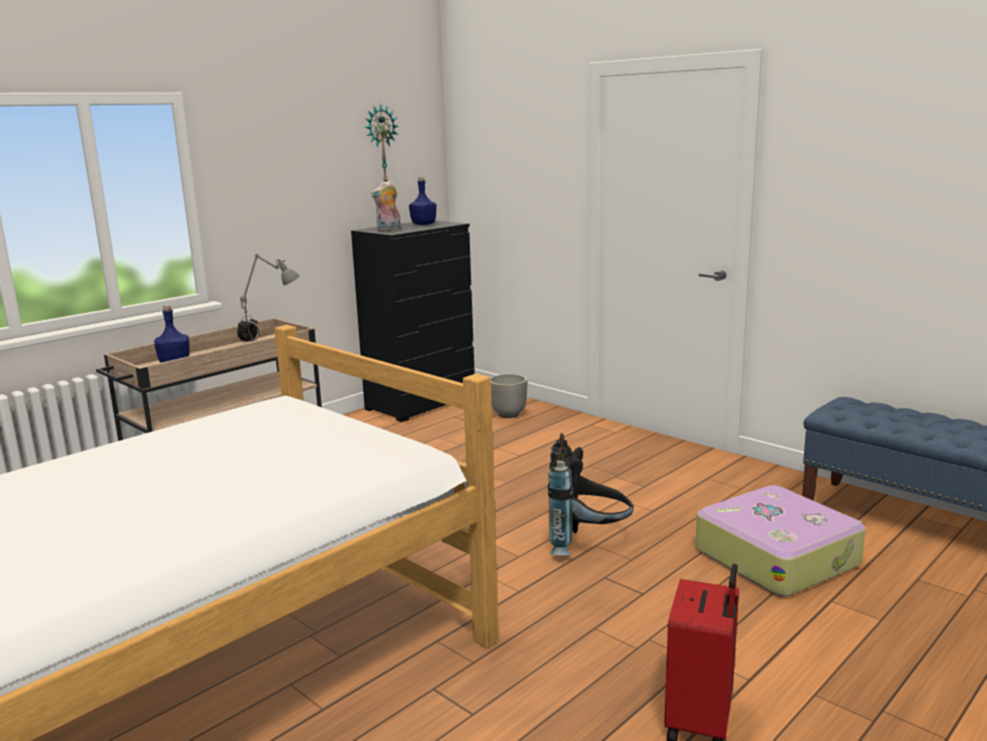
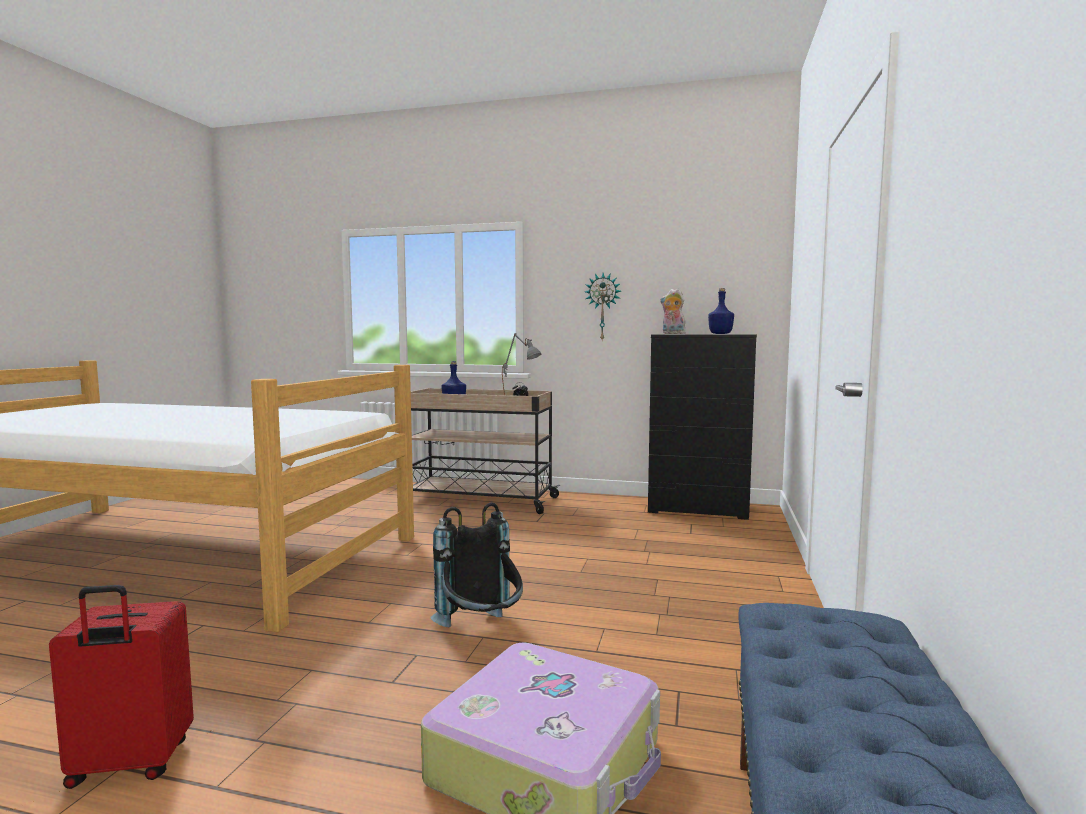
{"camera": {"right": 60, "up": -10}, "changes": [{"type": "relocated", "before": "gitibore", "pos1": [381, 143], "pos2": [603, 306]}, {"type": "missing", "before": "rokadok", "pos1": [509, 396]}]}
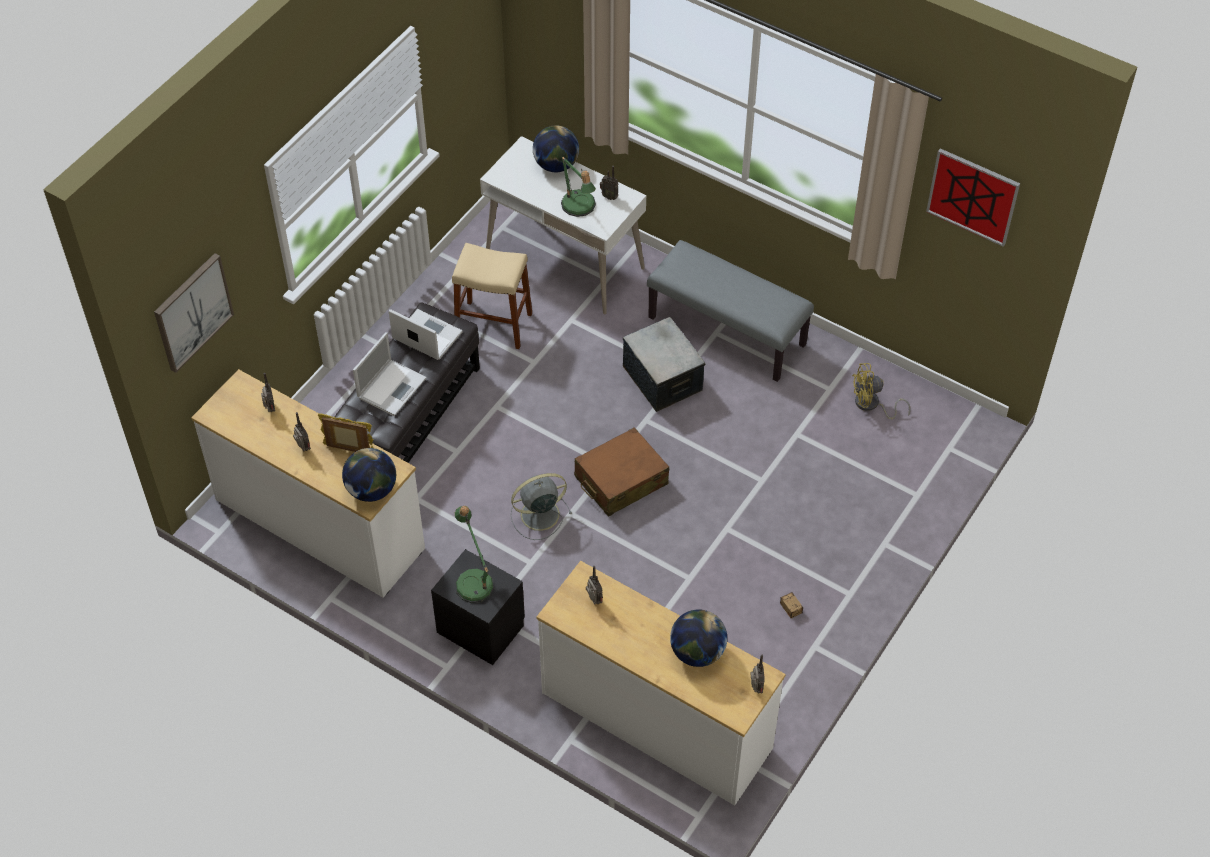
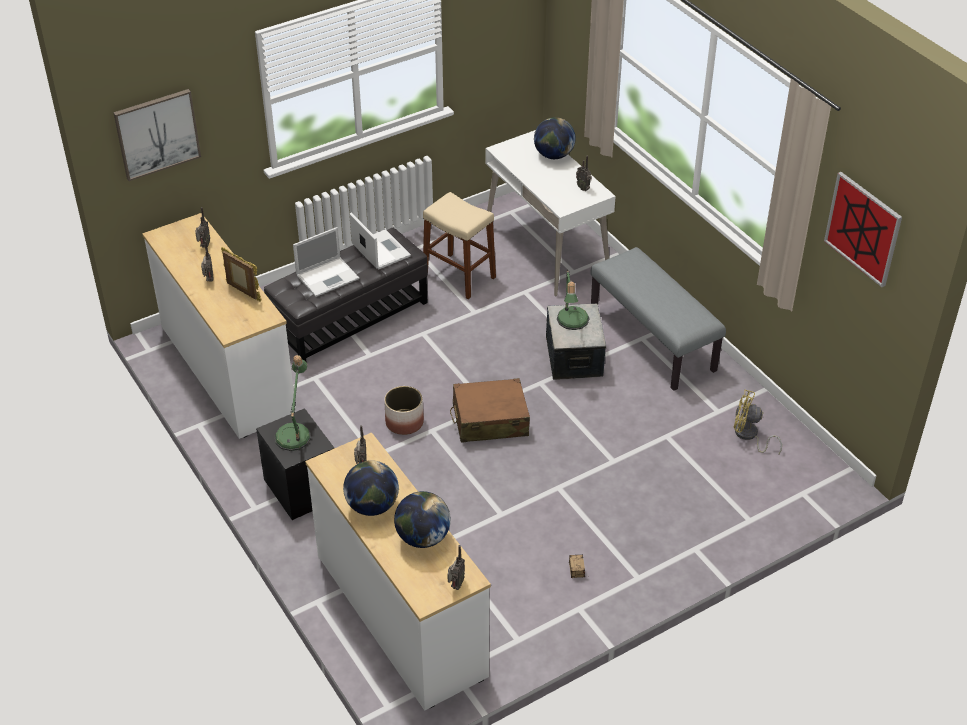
{"camera": {"right": 25, "up": -10}, "changes": [{"type": "relocated", "before": "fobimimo", "pos1": [369, 475], "pos2": [371, 488]}, {"type": "exchanged", "before": "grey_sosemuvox", "after": "rokadok", "pos1": [541, 506], "pos2": [404, 410]}, {"type": "relocated", "before": "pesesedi", "pos1": [578, 186], "pos2": [573, 299]}]}
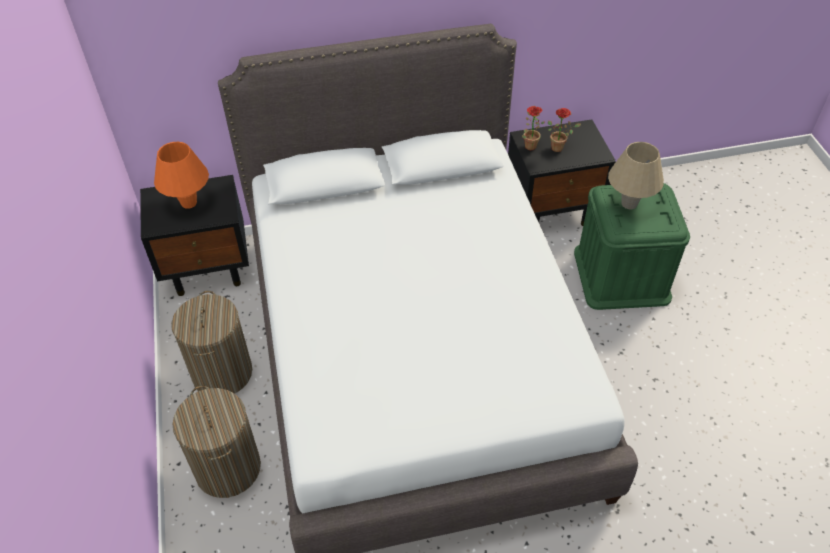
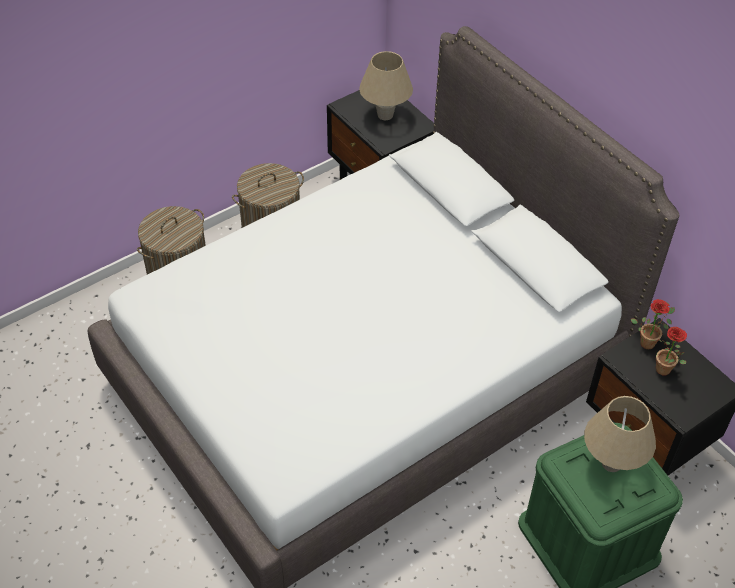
{"camera": {"right": 65, "up": 0}, "changes": [{"type": "colour", "before": "orange_pesesedi", "after": "beige_pesesedi", "pos1": [181, 175], "pos2": [386, 85]}]}
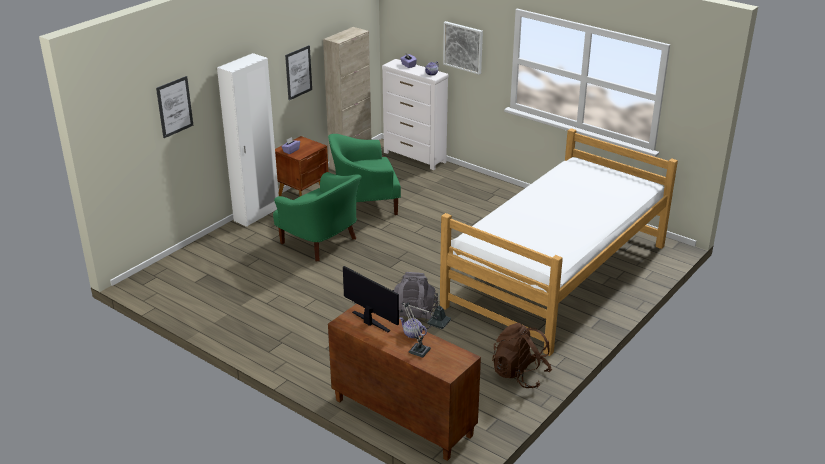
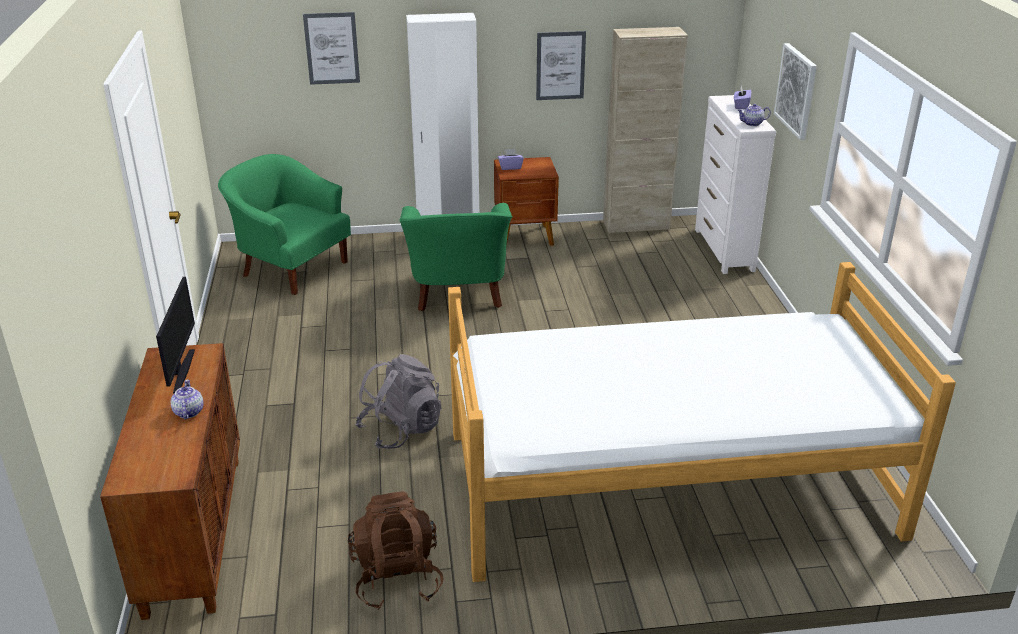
{"camera": {"right": 45, "up": 0}, "changes": [{"type": "relocated", "before": "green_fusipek", "pos1": [364, 174], "pos2": [284, 224]}, {"type": "missing", "before": "pesesedi", "pos1": [426, 330]}]}
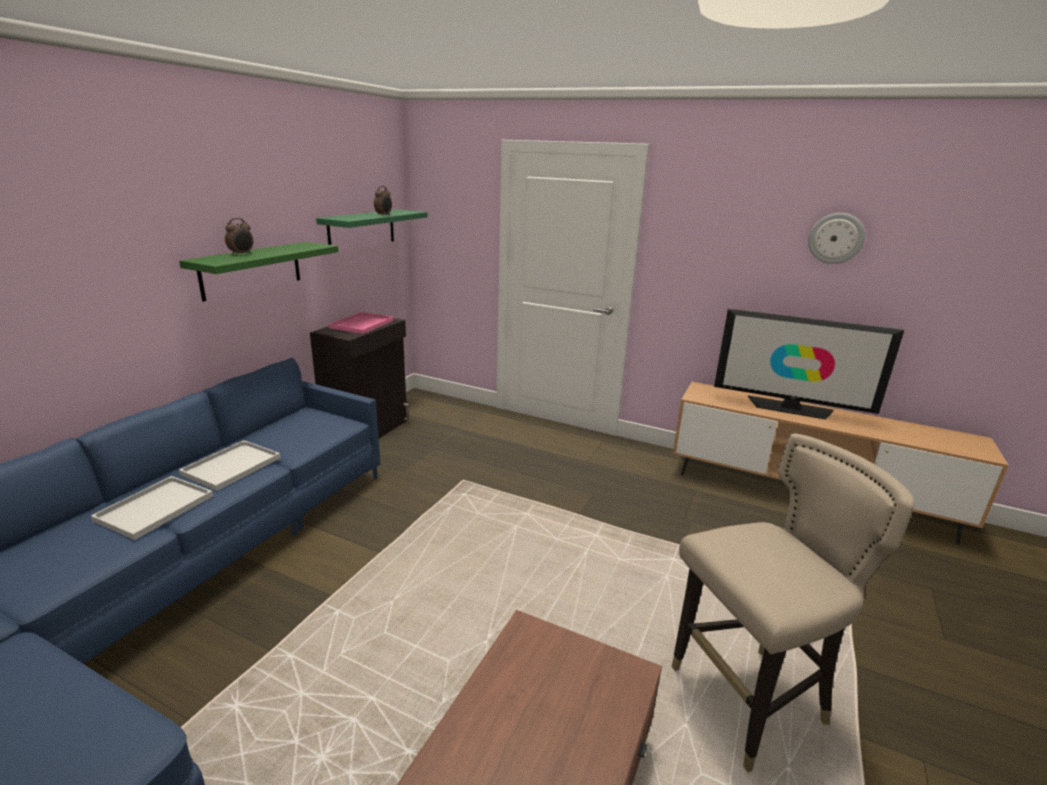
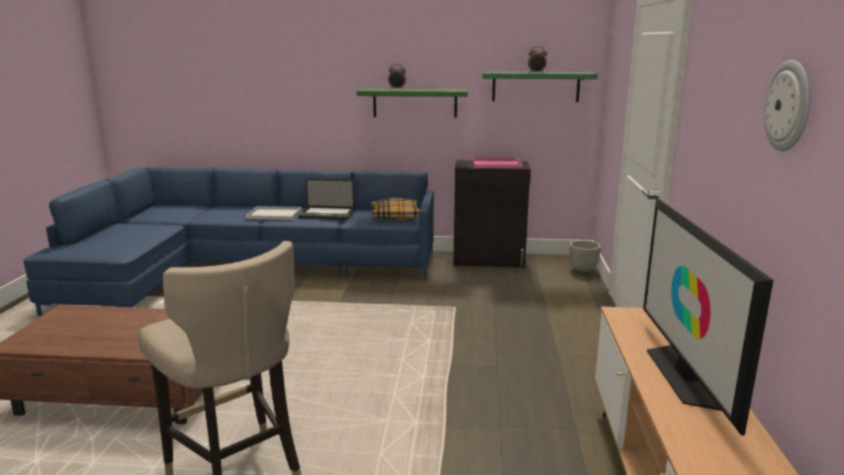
{"camera": {"right": 70, "up": -5}, "changes": [{"type": "exchanged", "before": "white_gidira", "after": "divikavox", "pos1": [230, 465], "pos2": [326, 199]}, {"type": "appeared", "after": "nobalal", "pos2": [395, 209]}, {"type": "appeared", "after": "grey_rokadok", "pos2": [585, 256]}]}
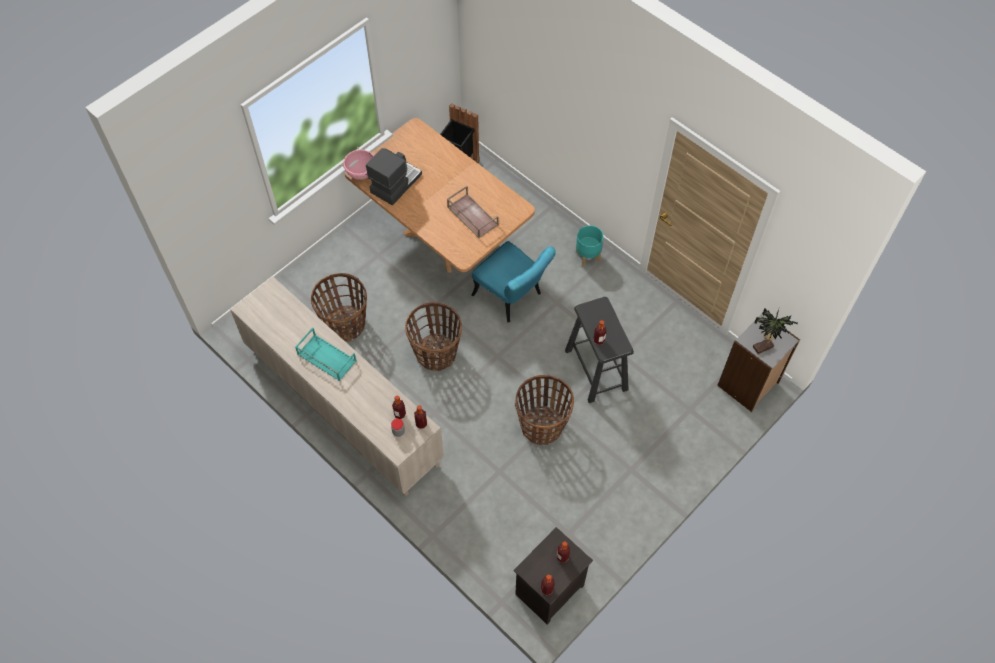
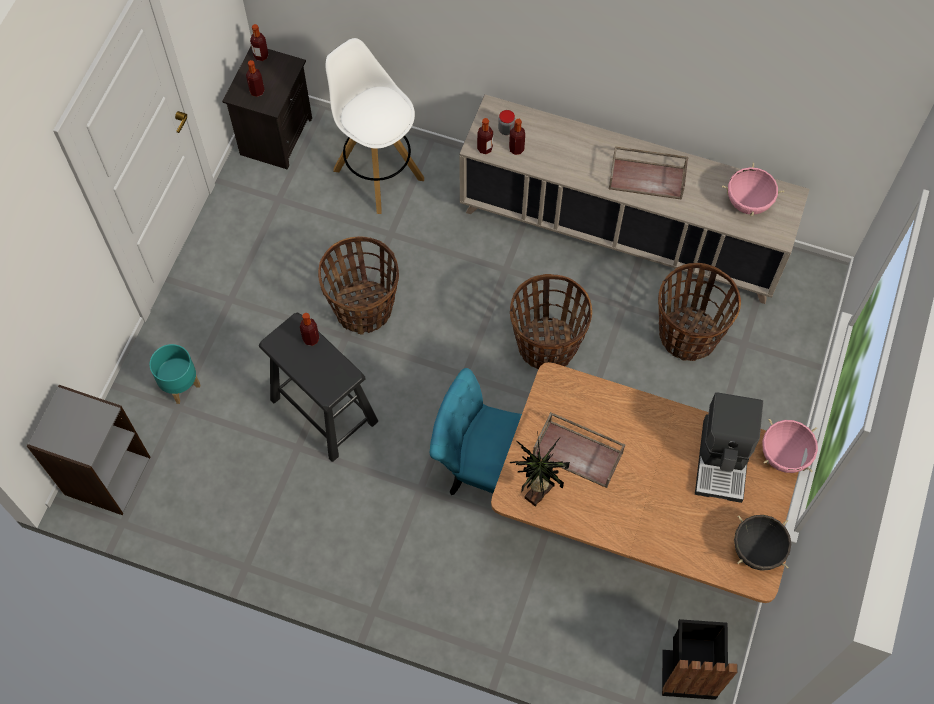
{"camera": {"right": 155, "up": 5}, "changes": [{"type": "colour", "before": "turquoise_gidira", "after": "brown_gidira", "pos1": [326, 354], "pos2": [648, 173]}, {"type": "relocated", "before": "turquoise_rokadok", "pos1": [590, 246], "pos2": [175, 374]}, {"type": "relocated", "before": "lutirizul", "pos1": [775, 331], "pos2": [540, 468]}, {"type": "appeared", "after": "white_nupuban", "pos2": [375, 126]}, {"type": "appeared", "after": "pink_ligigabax", "pos2": [753, 189]}, {"type": "appeared", "after": "black_ligigabax", "pos2": [762, 543]}]}
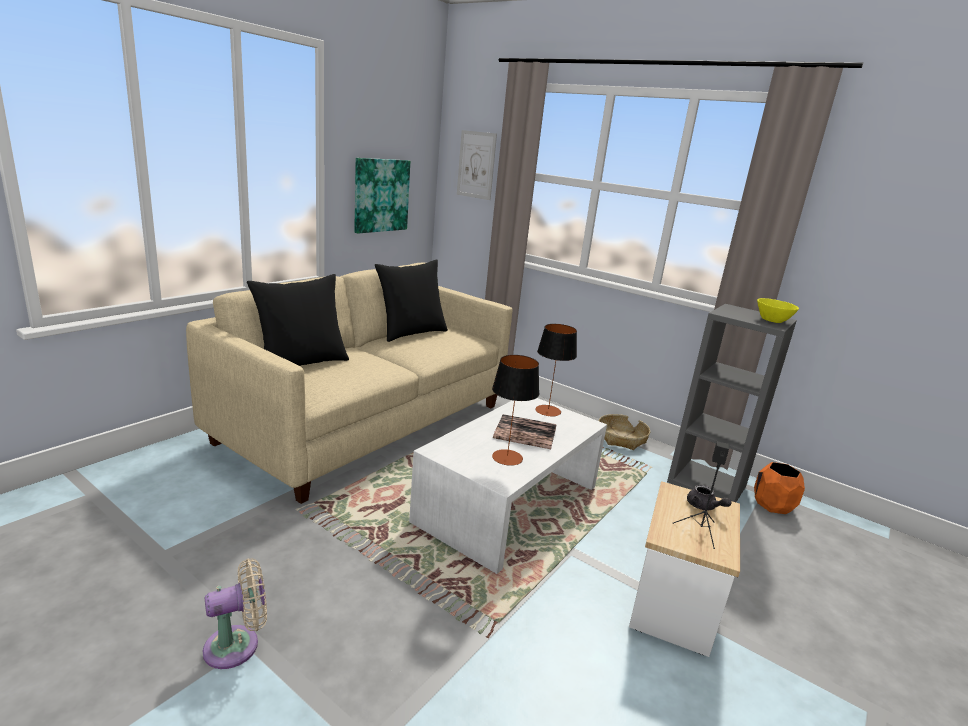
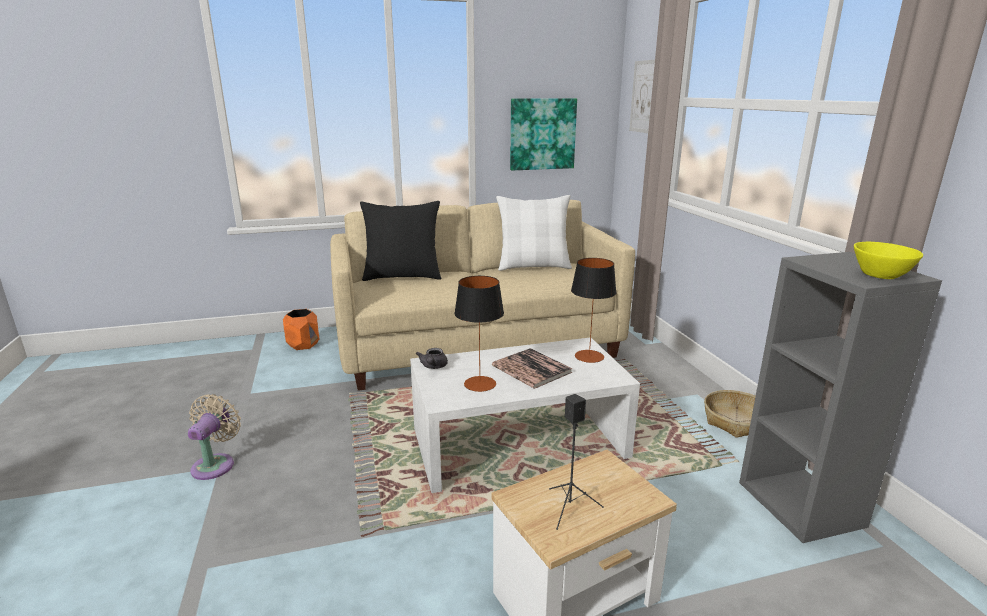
{"camera": {"right": 40, "up": 0}, "changes": [{"type": "spun", "before": "beige_sosemuvox", "pos1": [235, 613], "pos2": [214, 437], "turn": -90}, {"type": "colour", "before": "black_nobalal", "after": "white_nobalal", "pos1": [411, 300], "pos2": [534, 233]}, {"type": "relocated", "before": "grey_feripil", "pos1": [709, 498], "pos2": [432, 358]}, {"type": "relocated", "before": "orange_rokadok", "pos1": [779, 488], "pos2": [301, 329]}]}
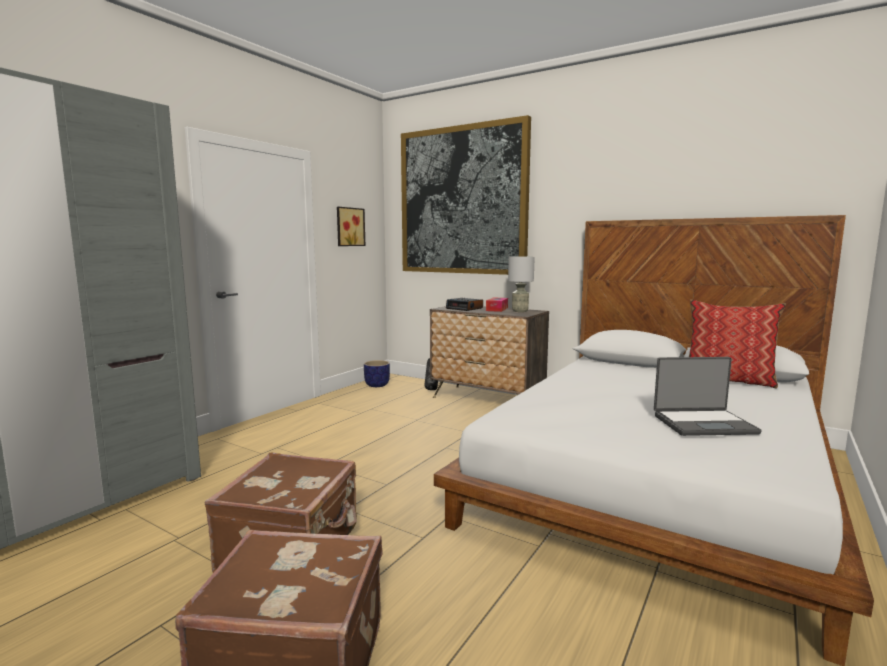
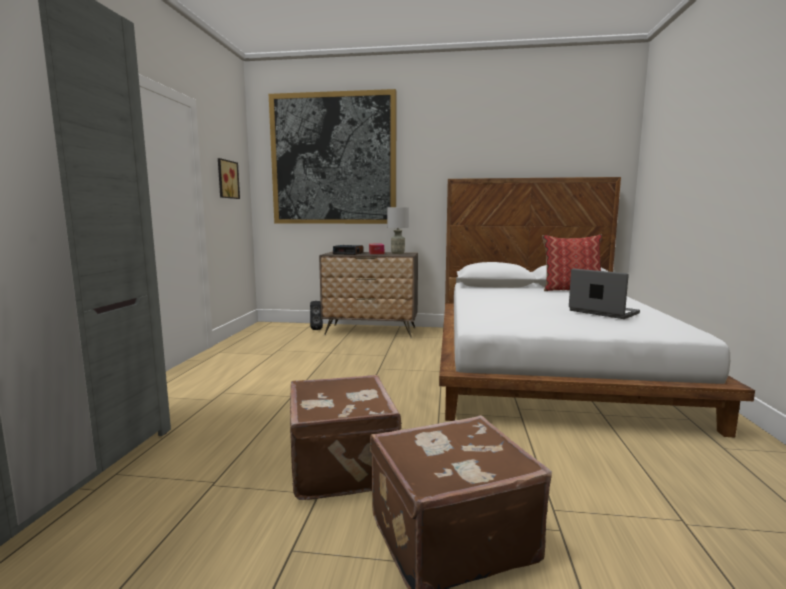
{"camera": {"right": -25, "up": 0}, "changes": [{"type": "missing", "before": "rokadok", "pos1": [377, 373]}, {"type": "spun", "before": "divikavox", "pos1": [708, 396], "pos2": [604, 294], "turn": -105}]}
